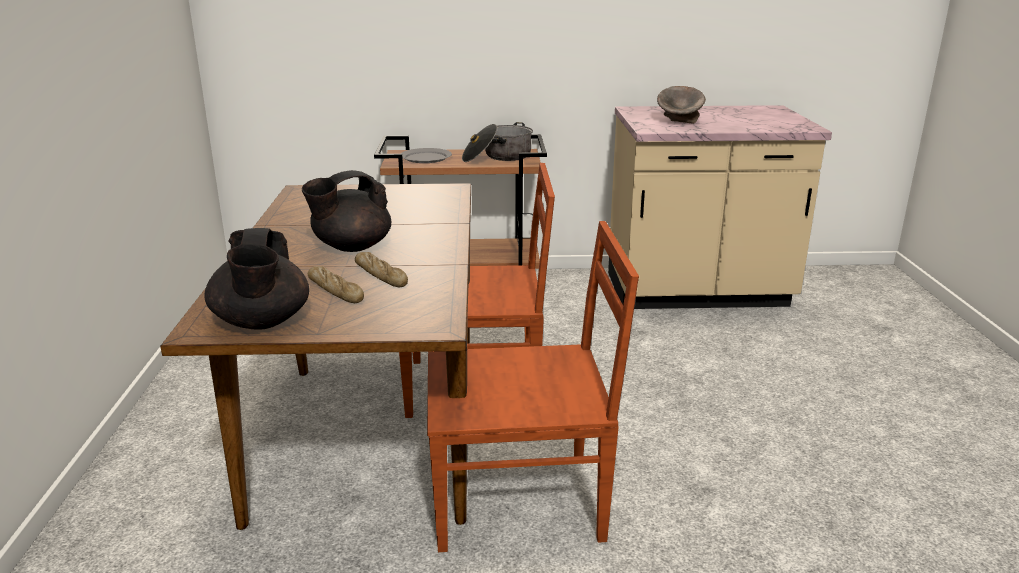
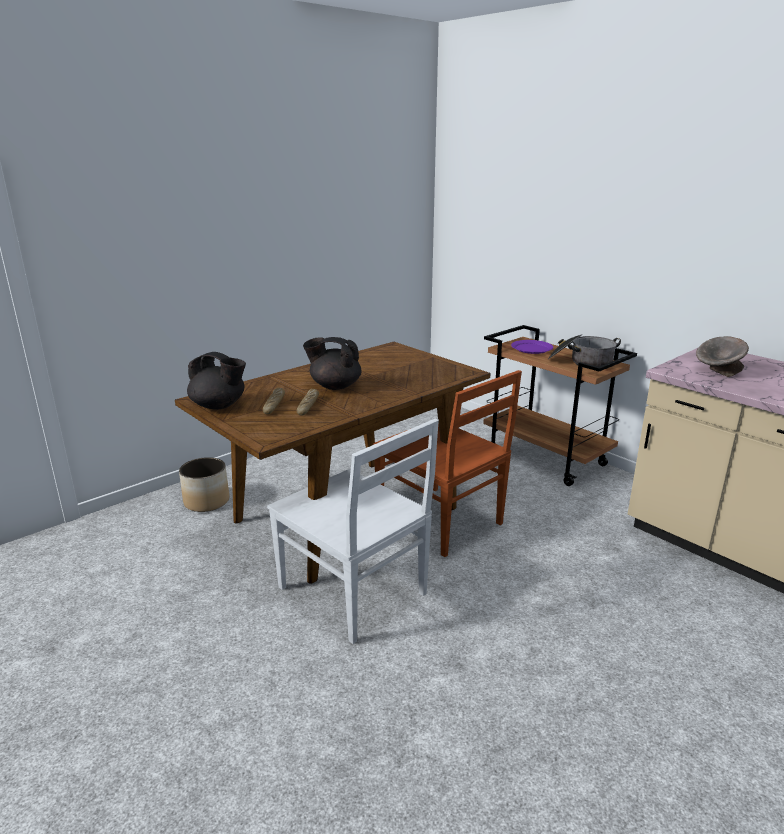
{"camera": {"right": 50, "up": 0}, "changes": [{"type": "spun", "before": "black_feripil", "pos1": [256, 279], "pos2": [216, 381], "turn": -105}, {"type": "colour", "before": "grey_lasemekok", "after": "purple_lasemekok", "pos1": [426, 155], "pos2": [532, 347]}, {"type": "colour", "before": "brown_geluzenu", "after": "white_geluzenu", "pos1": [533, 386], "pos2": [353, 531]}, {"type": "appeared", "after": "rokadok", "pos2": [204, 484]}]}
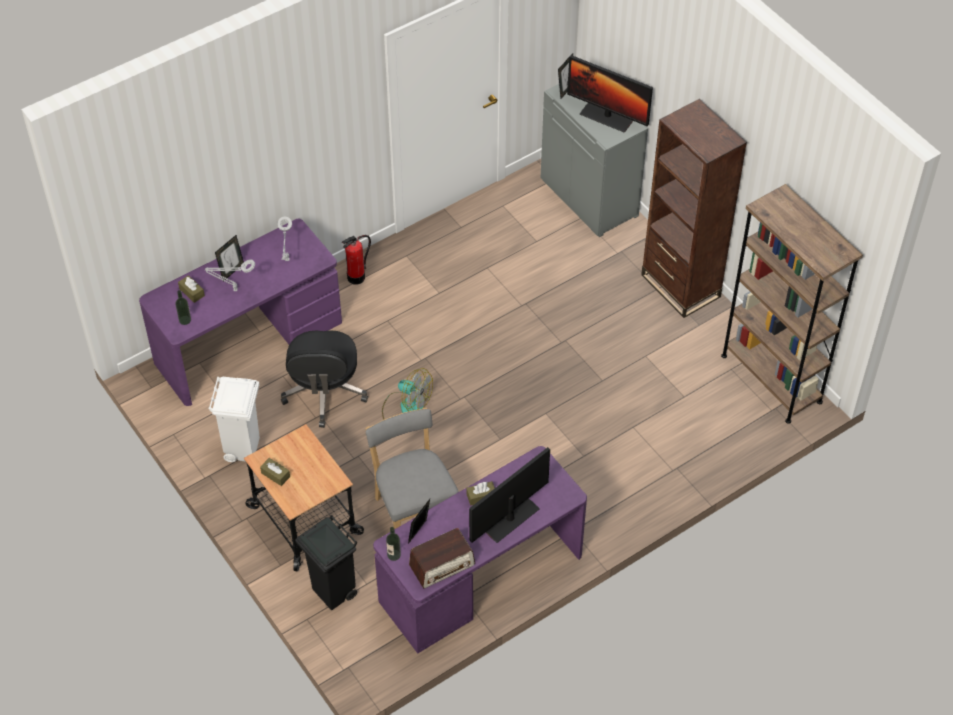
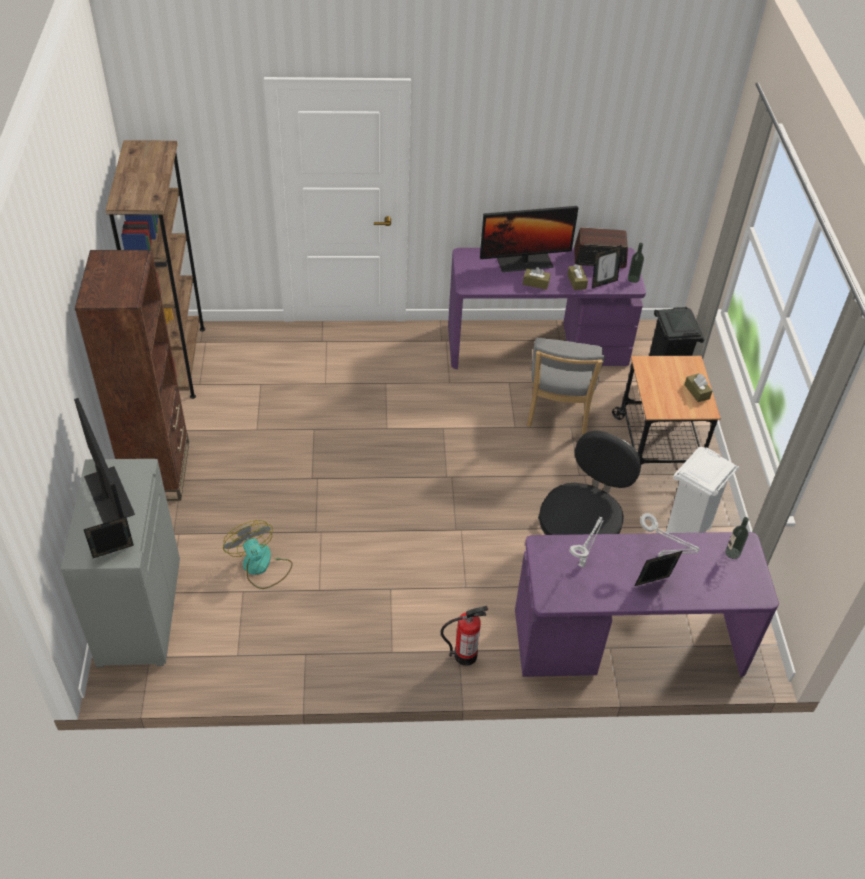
{"camera": {"right": -150, "up": -5}, "changes": [{"type": "relocated", "before": "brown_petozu", "pos1": [191, 289], "pos2": [577, 277]}, {"type": "relocated", "before": "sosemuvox", "pos1": [407, 394], "pos2": [258, 554]}]}
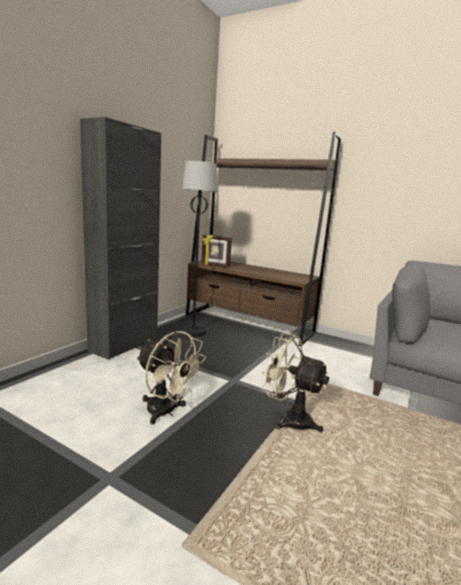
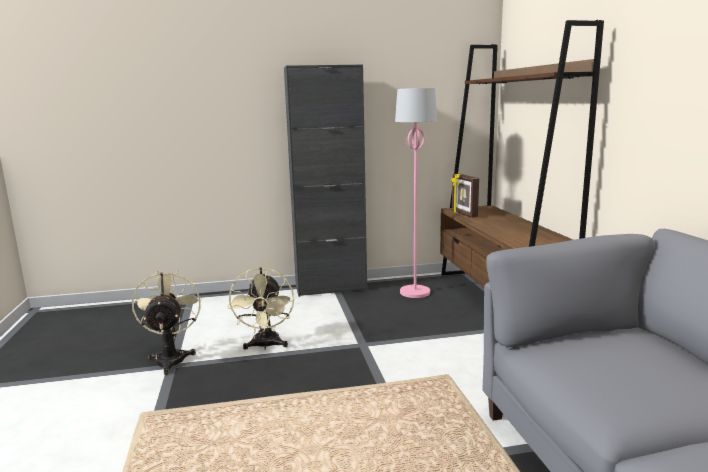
{"camera": {"right": 50, "up": 0}, "changes": [{"type": "colour", "before": "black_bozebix", "after": "pink_bozebix", "pos1": [199, 249], "pos2": [416, 193]}, {"type": "relocated", "before": "beige_sosemuvox", "pos1": [295, 383], "pos2": [167, 322]}]}
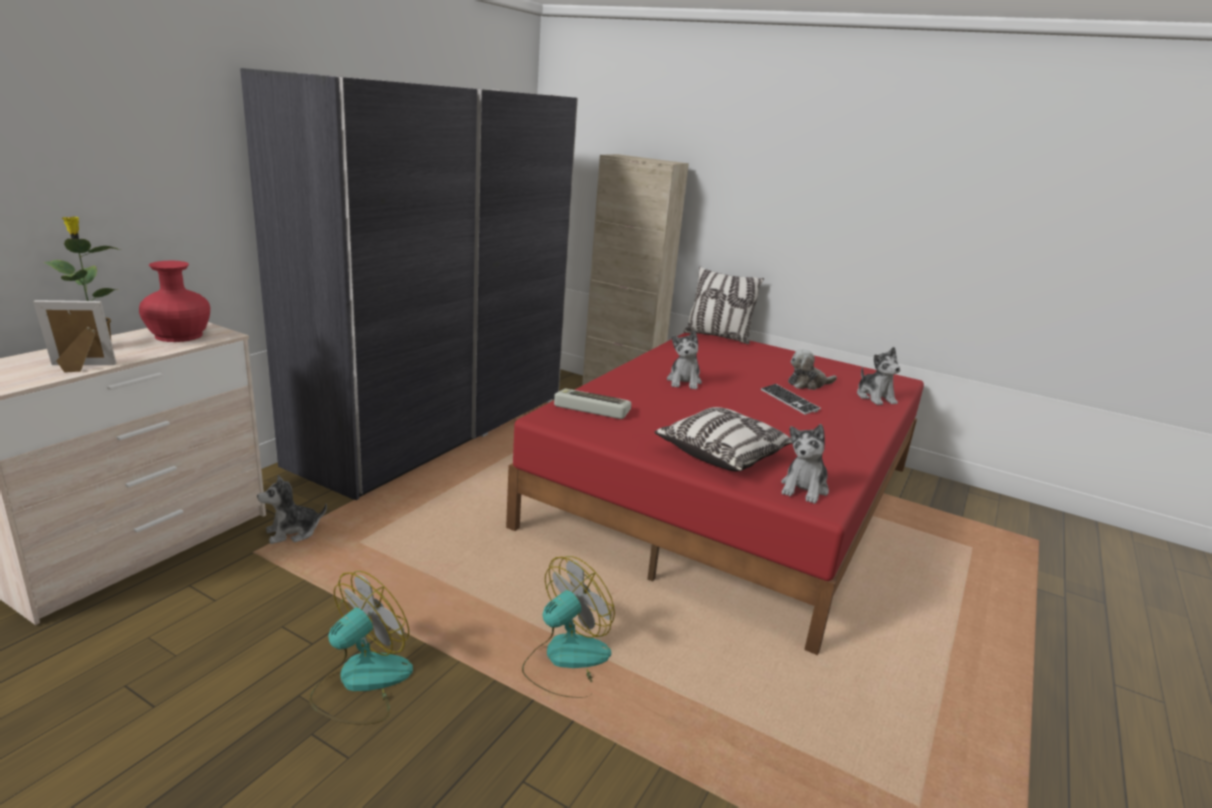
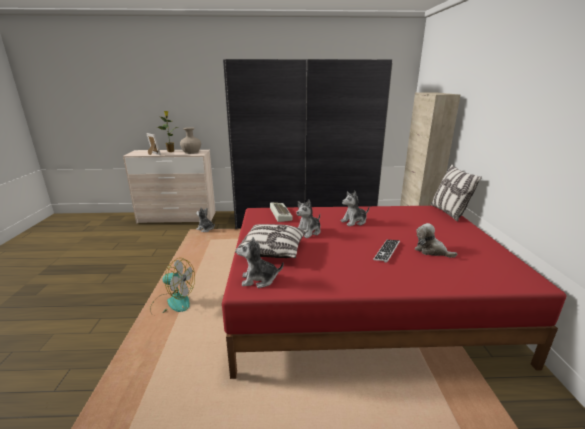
{"camera": {"right": 60, "up": 0}, "changes": [{"type": "colour", "before": "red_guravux", "after": "beige_guravux", "pos1": [174, 301], "pos2": [190, 140]}, {"type": "missing", "before": "sosemuvox", "pos1": [361, 648]}, {"type": "relocated", "before": "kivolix", "pos1": [878, 376], "pos2": [308, 218]}]}
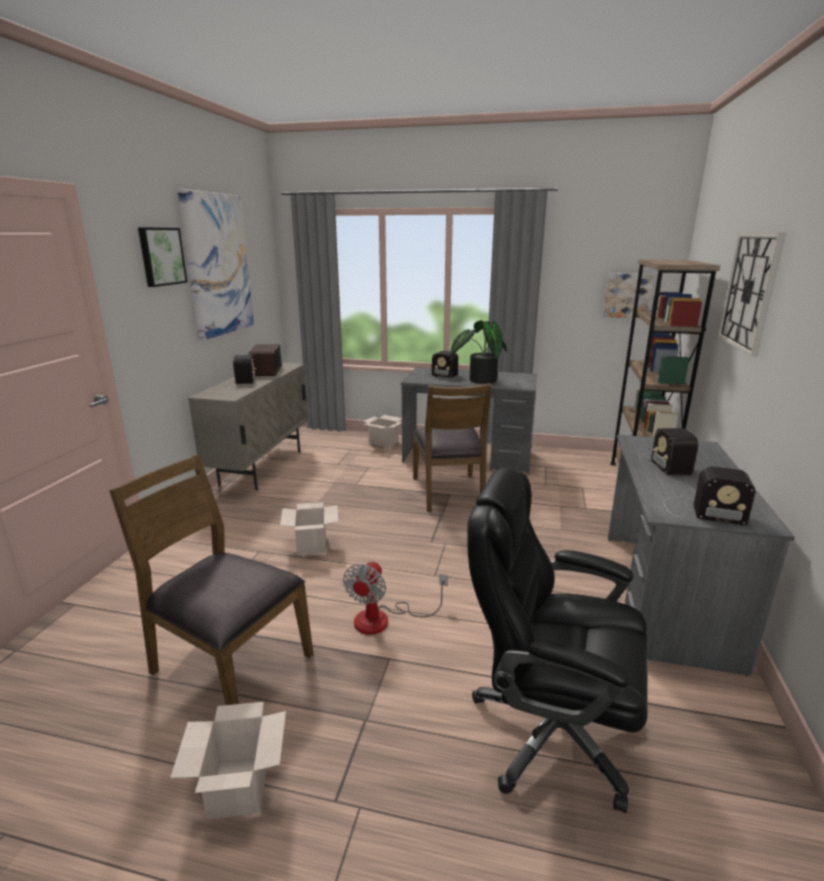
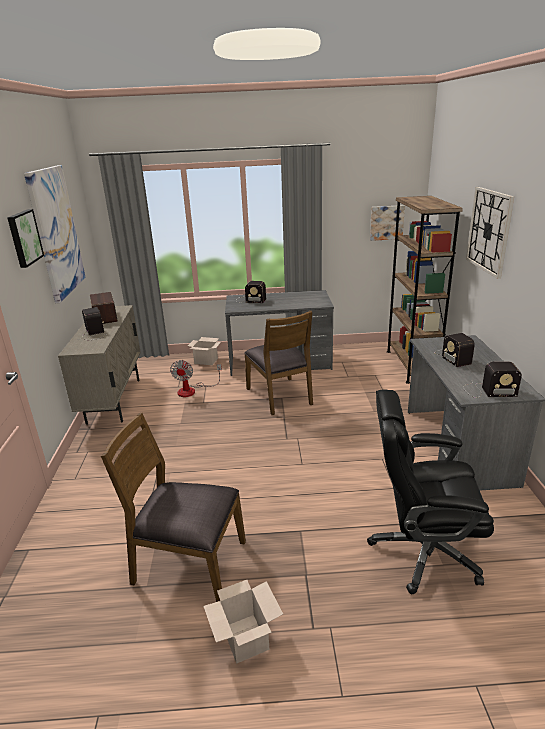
{"camera": {"right": -15, "up": 5}, "changes": [{"type": "missing", "before": "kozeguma", "pos1": [309, 528]}, {"type": "relocated", "before": "sosemuvox", "pos1": [395, 598], "pos2": [196, 378]}, {"type": "missing", "before": "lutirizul", "pos1": [478, 352]}]}
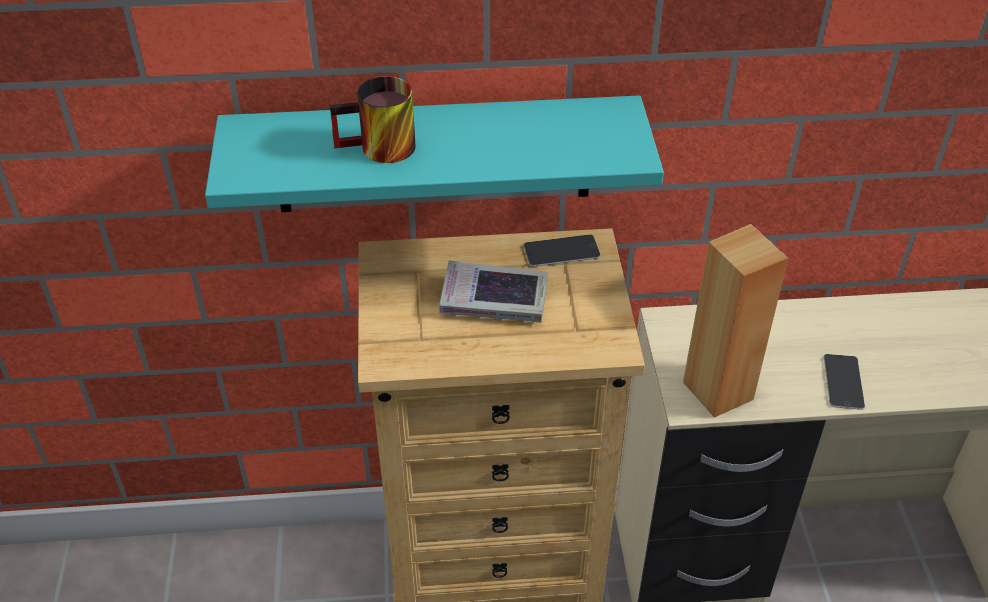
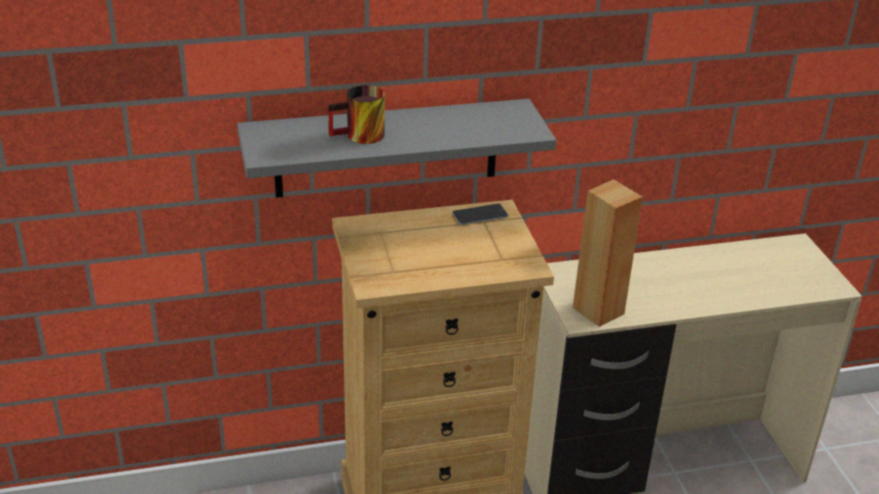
{"camera": {"right": -10, "up": -10}, "changes": [{"type": "colour", "before": "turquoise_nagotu", "after": "grey_nagotu", "pos1": [434, 153], "pos2": [396, 148]}, {"type": "missing", "before": "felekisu", "pos1": [493, 291]}, {"type": "missing", "before": "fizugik", "pos1": [844, 382]}]}
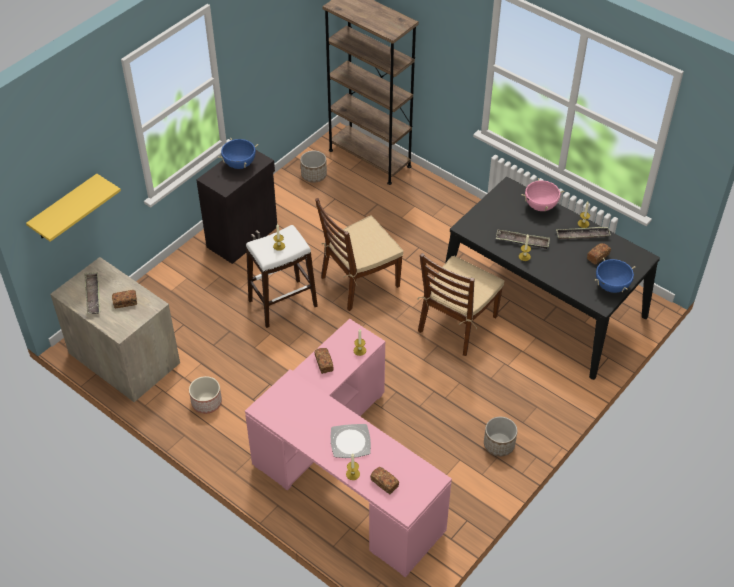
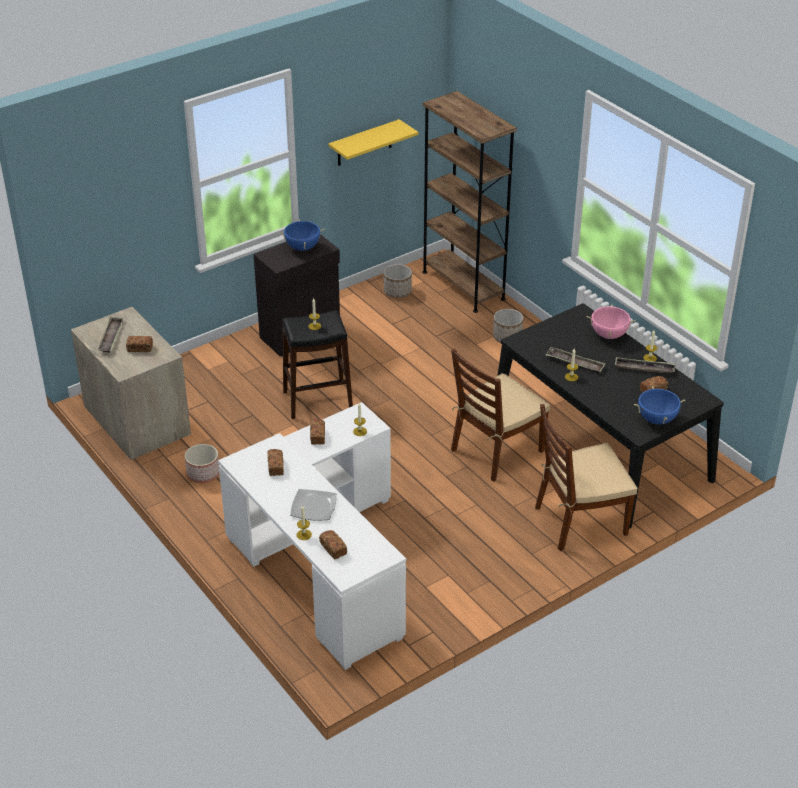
{"camera": {"right": 15, "up": -10}, "changes": [{"type": "relocated", "before": "yellow_nagotu", "pos1": [73, 208], "pos2": [374, 142]}, {"type": "colour", "before": "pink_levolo", "after": "white_levolo", "pos1": [348, 448], "pos2": [312, 536]}, {"type": "colour", "before": "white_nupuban", "after": "black_nupuban", "pos1": [282, 276], "pos2": [318, 365]}, {"type": "relocated", "before": "brown_geluzenu", "pos1": [359, 254], "pos2": [586, 477]}, {"type": "relocated", "before": "rokadok", "pos1": [500, 436], "pos2": [508, 326]}, {"type": "appeared", "after": "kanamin", "pos2": [275, 462]}]}
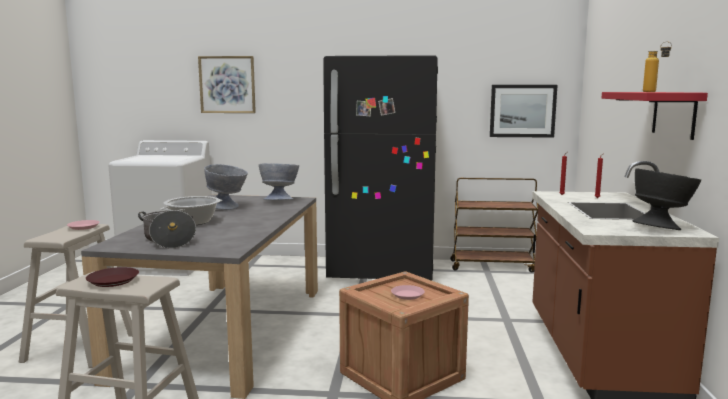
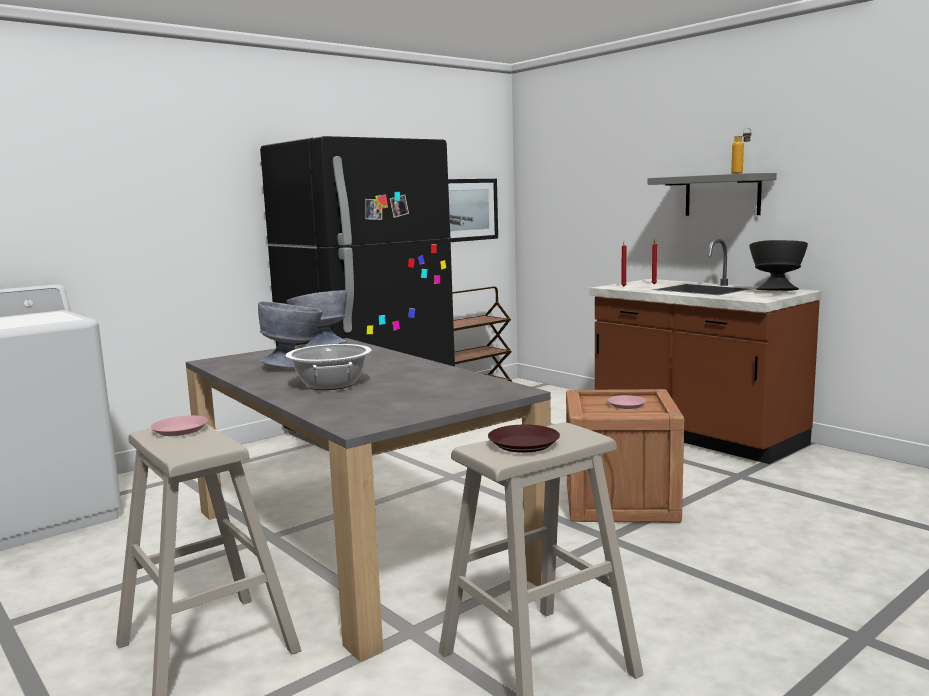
{"camera": {"right": -45, "up": 0}, "changes": [{"type": "missing", "before": "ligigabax", "pos1": [167, 229]}, {"type": "missing", "before": "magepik", "pos1": [227, 84]}, {"type": "colour", "before": "red_nagotu", "after": "grey_nagotu", "pos1": [655, 116], "pos2": [712, 194]}]}
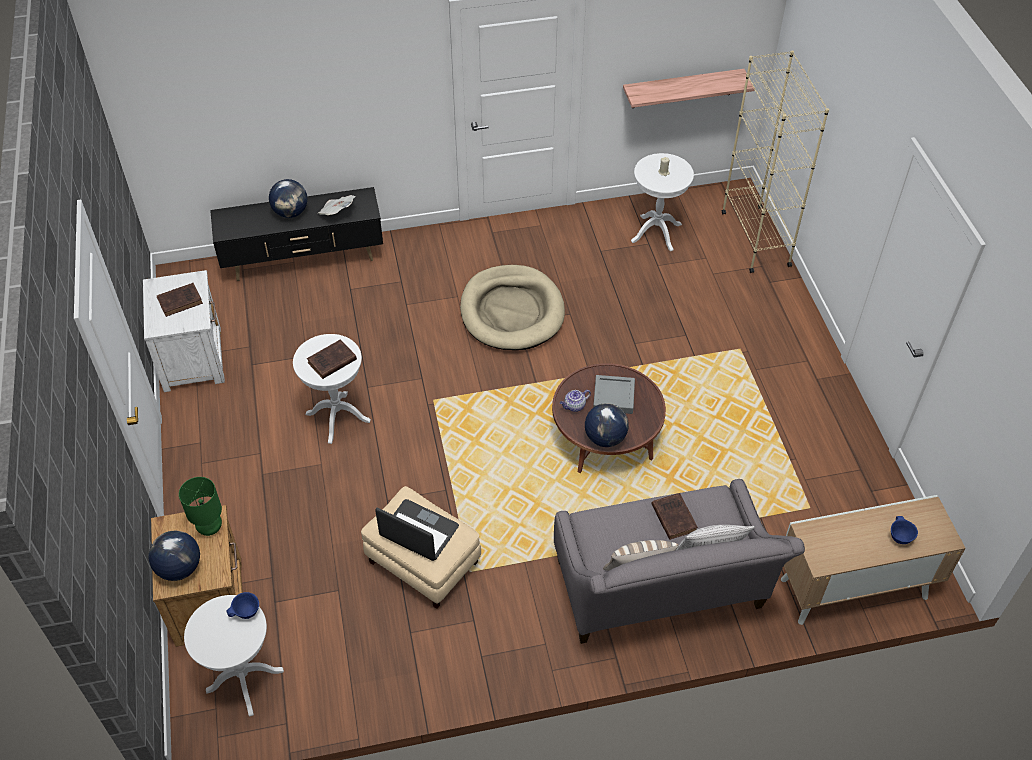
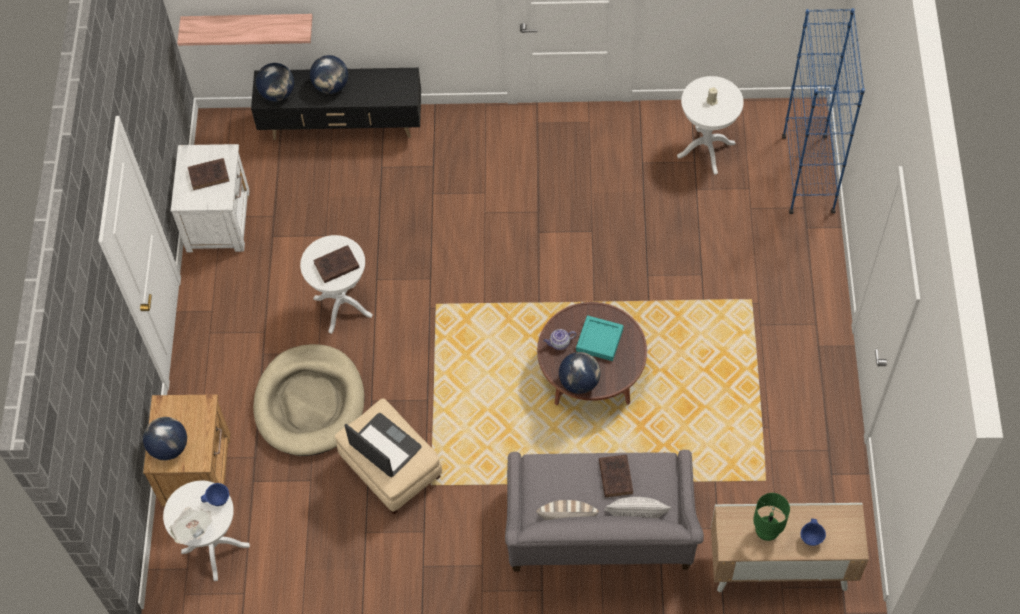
{"camera": {"right": 15, "up": 10}, "changes": [{"type": "relocated", "before": "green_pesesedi", "pos1": [200, 506], "pos2": [771, 517]}, {"type": "relocated", "before": "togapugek", "pos1": [337, 205], "pos2": [190, 525]}, {"type": "relocated", "before": "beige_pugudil", "pos1": [512, 307], "pos2": [309, 400]}, {"type": "colour", "before": "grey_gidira", "after": "turquoise_gidira", "pos1": [614, 394], "pos2": [599, 338]}, {"type": "relocated", "before": "nagotu", "pos1": [689, 88], "pos2": [245, 30]}, {"type": "colour", "before": "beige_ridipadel", "after": "blue_ridipadel", "pos1": [775, 161], "pos2": [823, 111]}, {"type": "appeared", "after": "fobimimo", "pos2": [275, 82]}]}
